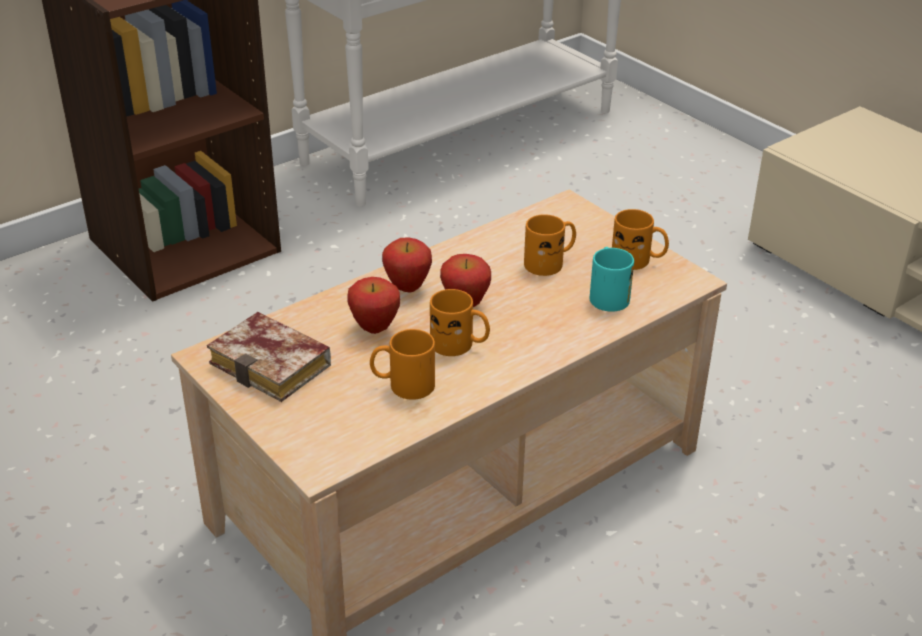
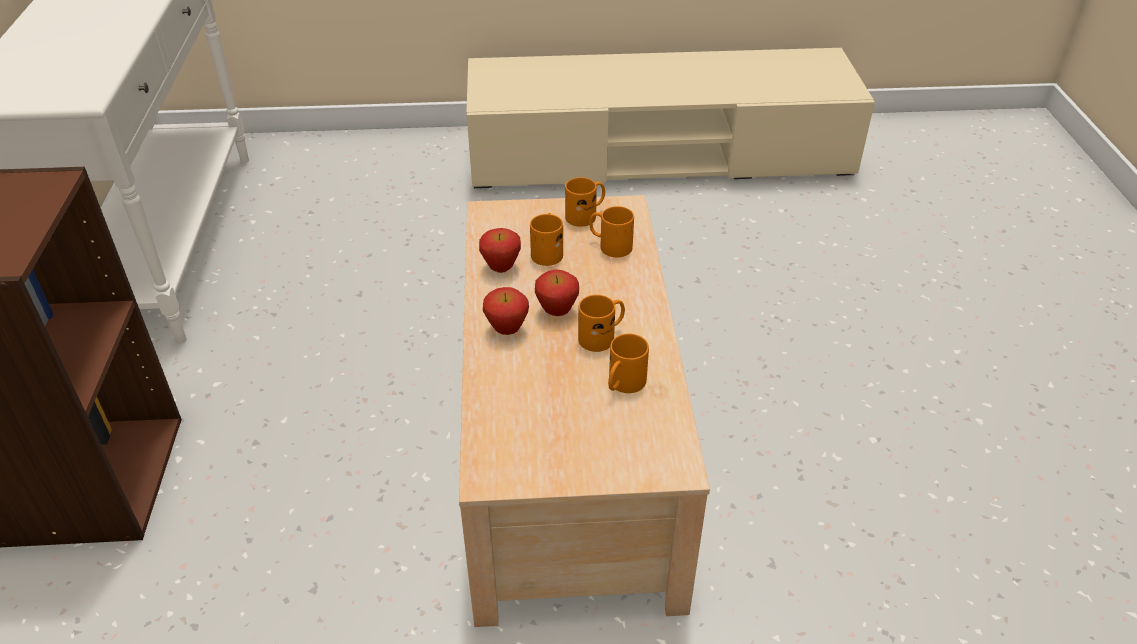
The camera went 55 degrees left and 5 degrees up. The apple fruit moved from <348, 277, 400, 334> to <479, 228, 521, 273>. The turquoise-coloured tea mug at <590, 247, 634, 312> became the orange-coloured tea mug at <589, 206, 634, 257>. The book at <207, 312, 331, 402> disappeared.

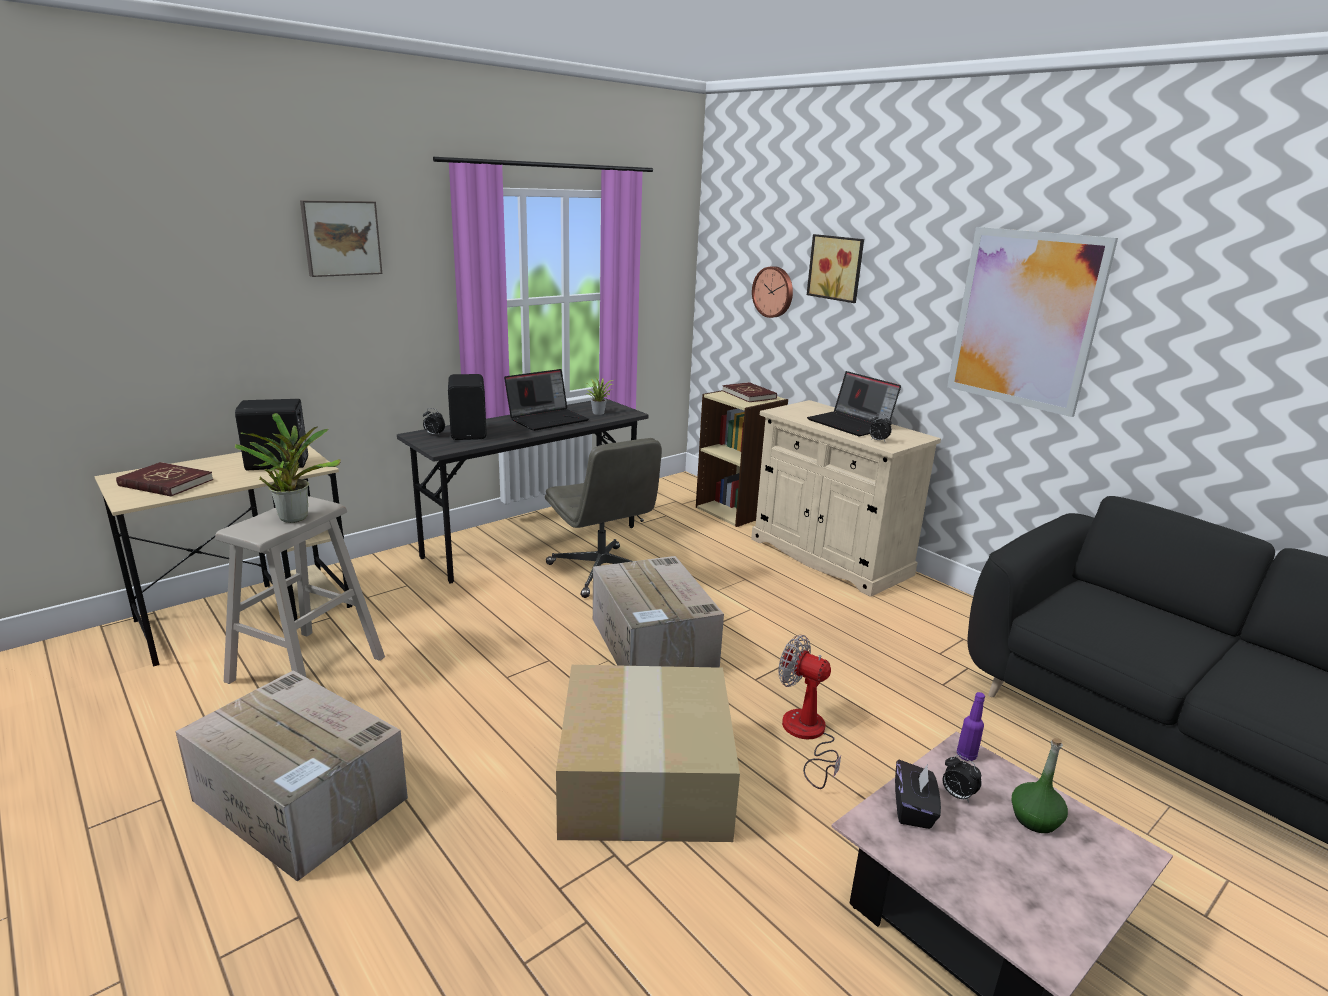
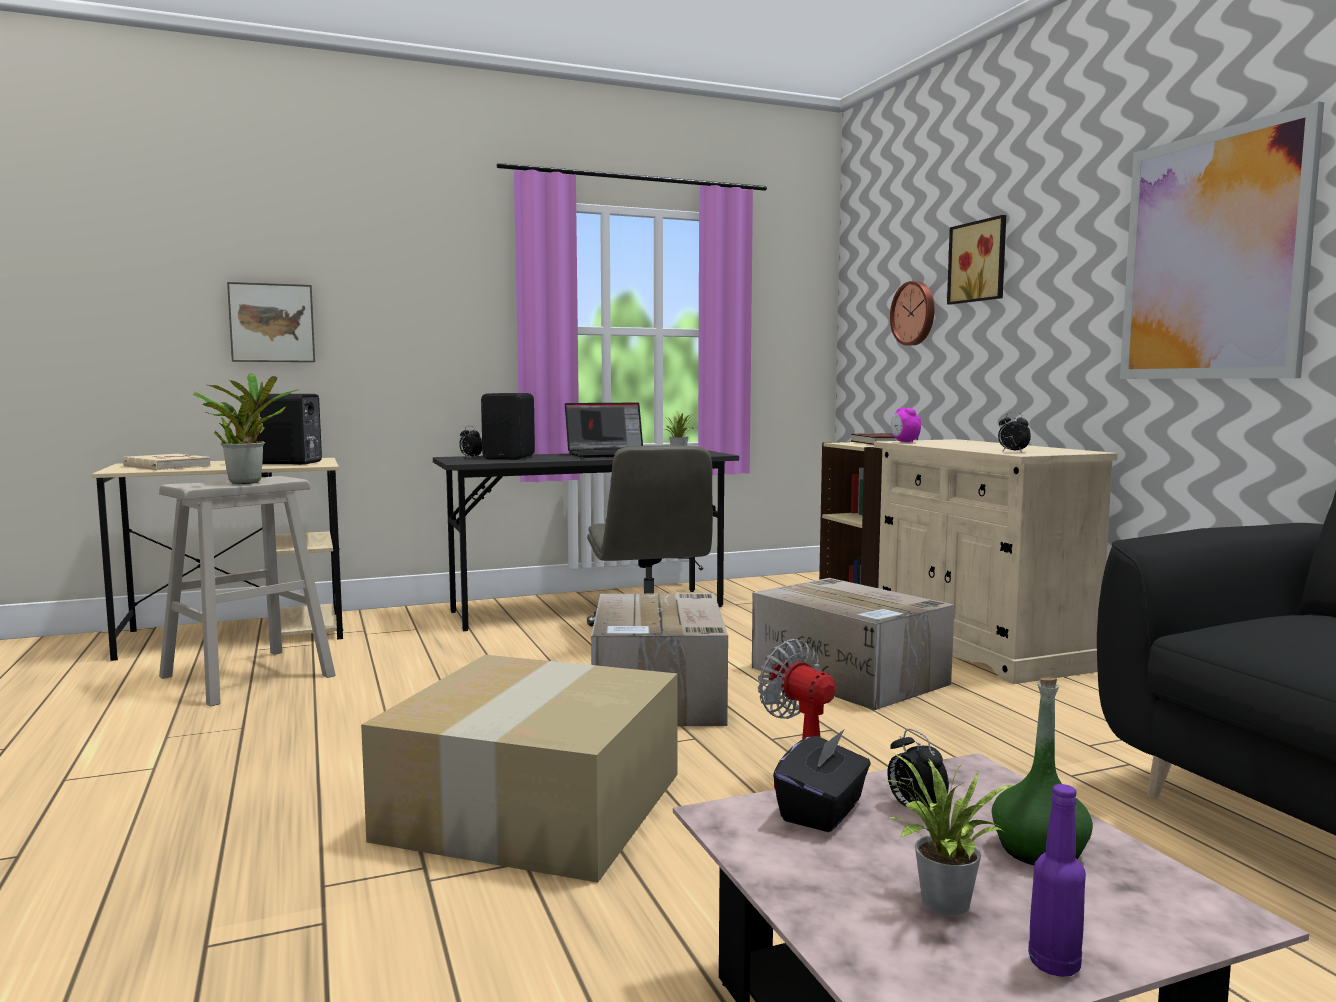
The camera went 20 degrees right and 15 degrees down. The red book at <116, 462, 213, 497> became the beige book at <123, 454, 211, 470>. The picture moved from <300, 200, 382, 277> to <227, 282, 315, 362>. The carton moved from <175, 670, 408, 882> to <752, 578, 954, 710>. The potted plant at <885, 754, 1018, 915> appeared. The alarm clock at <891, 408, 921, 442> appeared. The purple-coloured beverage bottle moved from <957, 692, 985, 761> to <1028, 784, 1086, 977>. The notebook computer at <807, 371, 901, 436> disappeared.

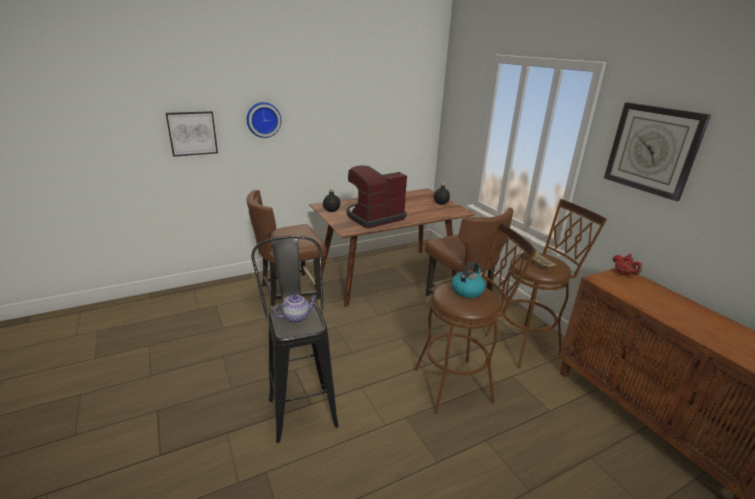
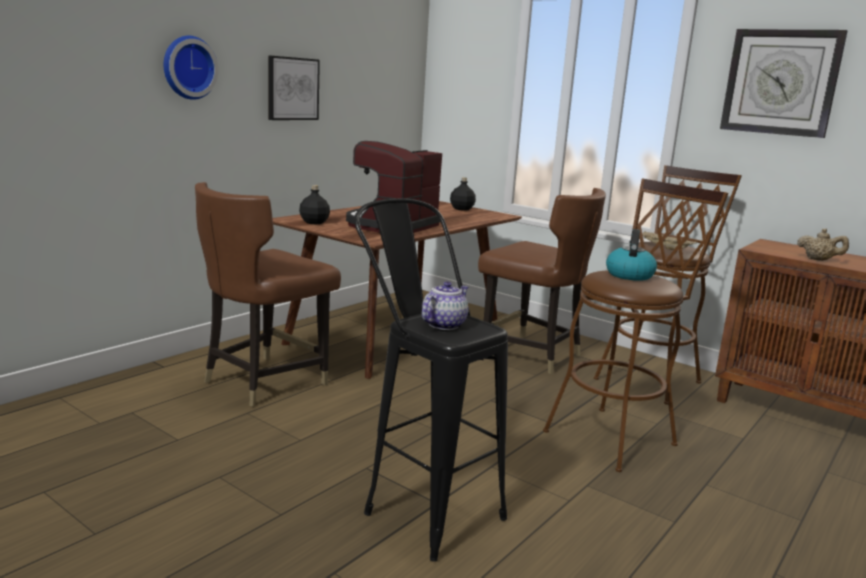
The camera went 25 degrees left and 10 degrees down. The picture moved from <166, 111, 218, 157> to <268, 55, 320, 120>. The beige tea pot at <797, 229, 849, 261> appeared. The red tea pot at <613, 254, 642, 275> disappeared.

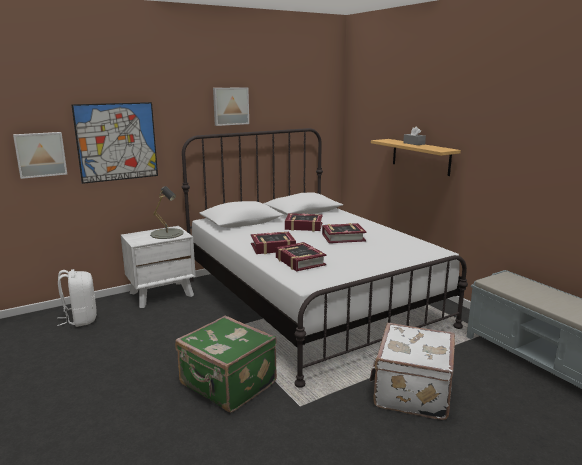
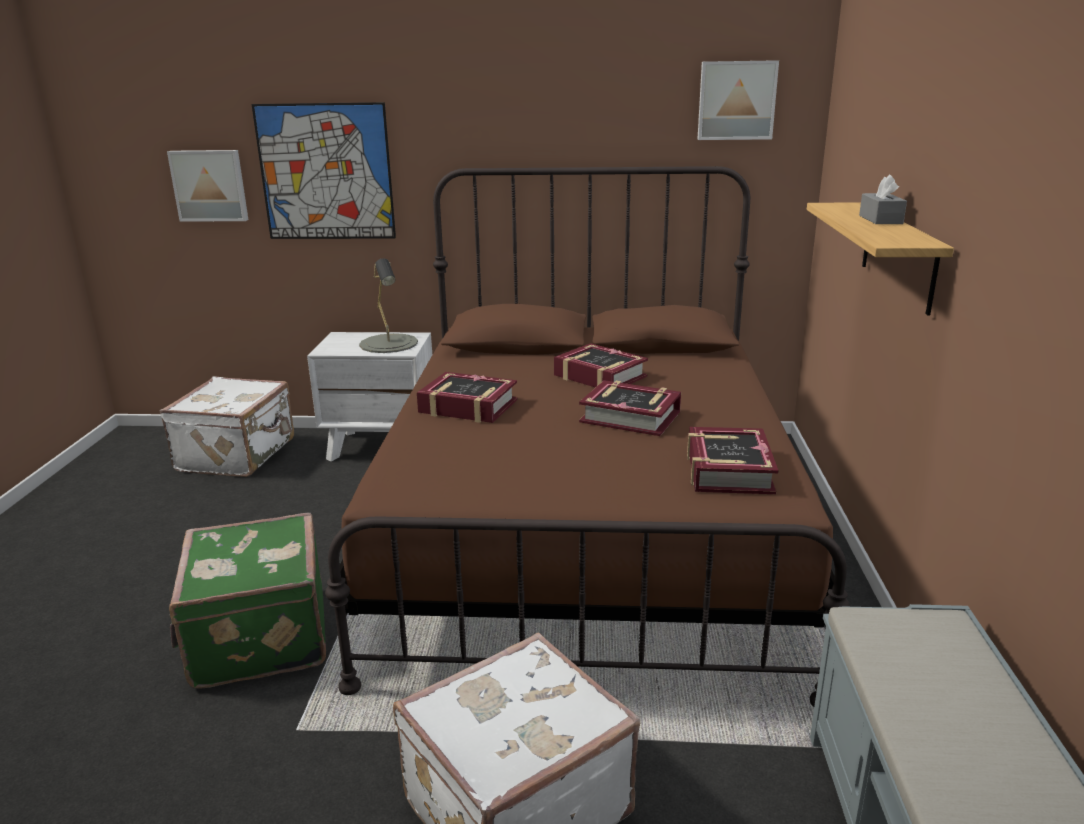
The camera went 35 degrees right and 5 degrees up. The white-coloured knapsack at <57, 269, 97, 327> was replaced by the white-coloured travel case at <160, 376, 294, 477>. The white-coloured sleeping bed at <182, 128, 468, 388> became the brown sleeping bed at <325, 166, 850, 707>. The book moved from <276, 242, 326, 271> to <687, 427, 778, 494>. The picture moved from <213, 87, 249, 126> to <698, 60, 779, 140>.

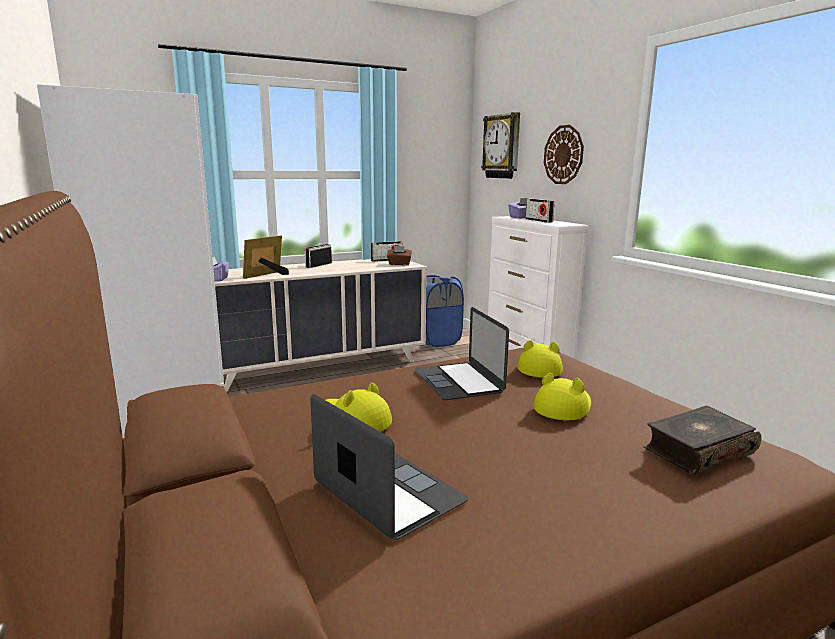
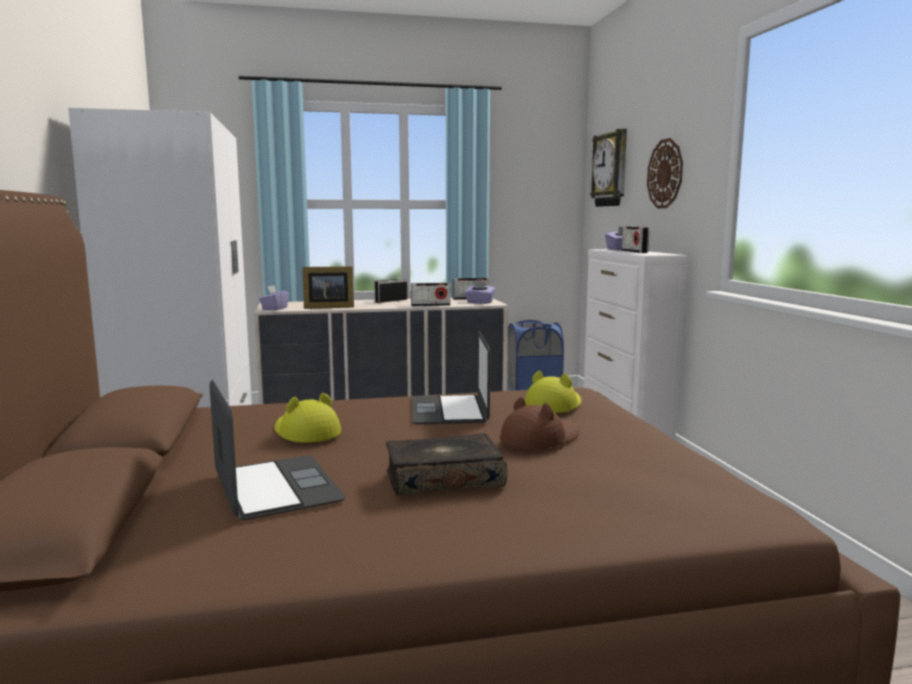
The camera went 15 degrees right and 5 degrees down. The standing frame at <243, 235, 289, 279> turned 150 degrees counterclockwise. The book moved from <644, 406, 761, 475> to <386, 433, 507, 495>. The radio set at <411, 283, 450, 306> appeared. The brown box of tissues at <387, 246, 412, 265> became the purple-coloured box of tissues at <465, 281, 495, 304>. The yellowish wearable hat at <533, 373, 591, 420> became the brown wearable hat at <500, 397, 579, 450>.

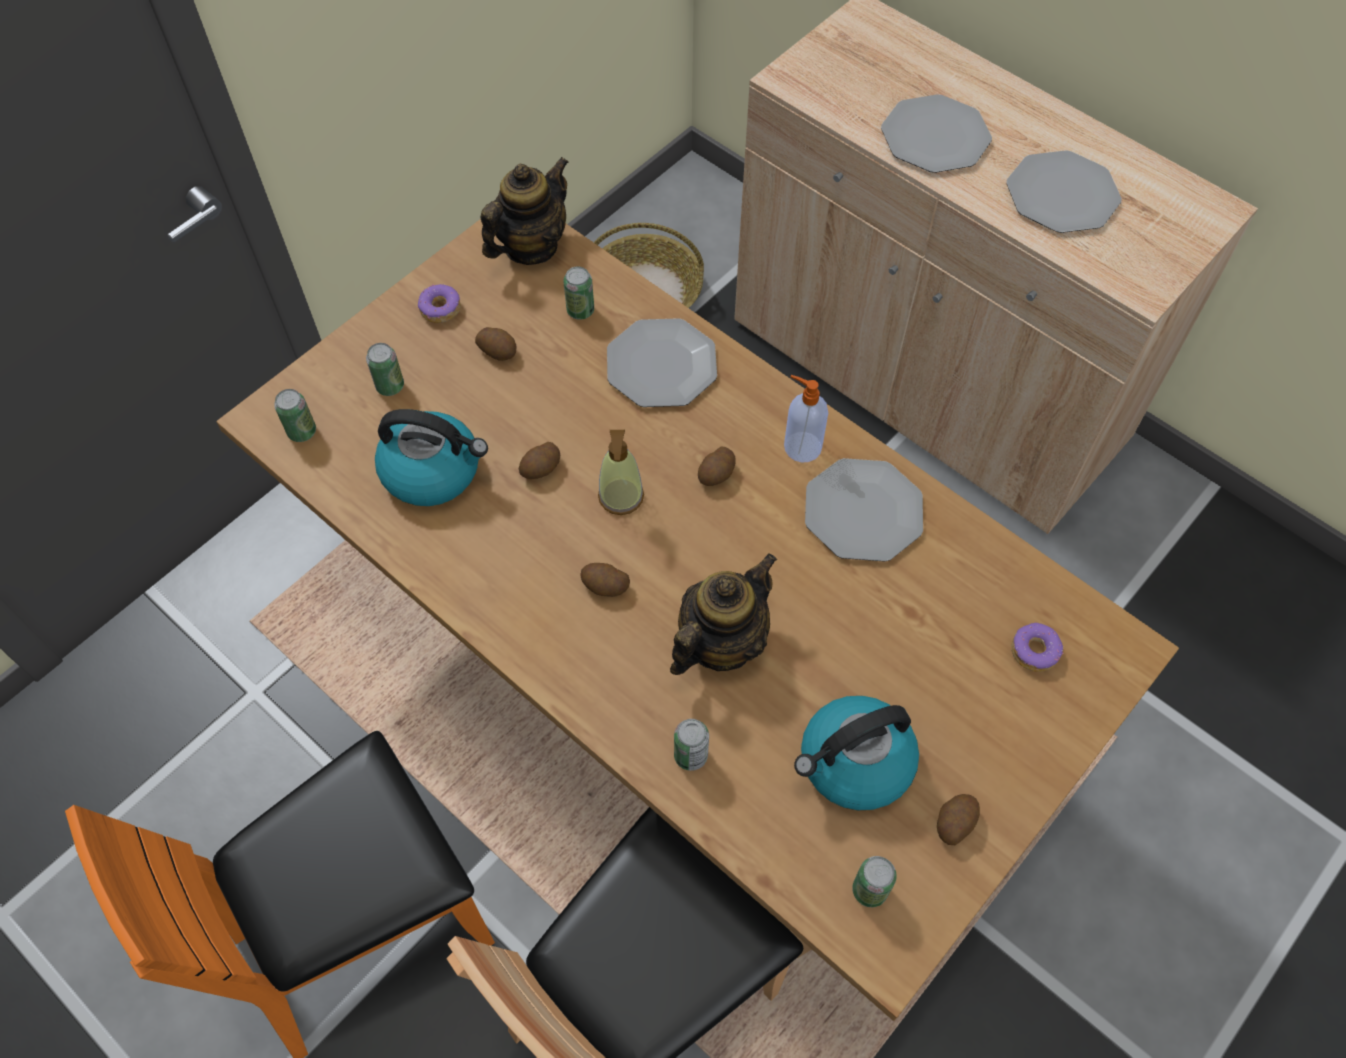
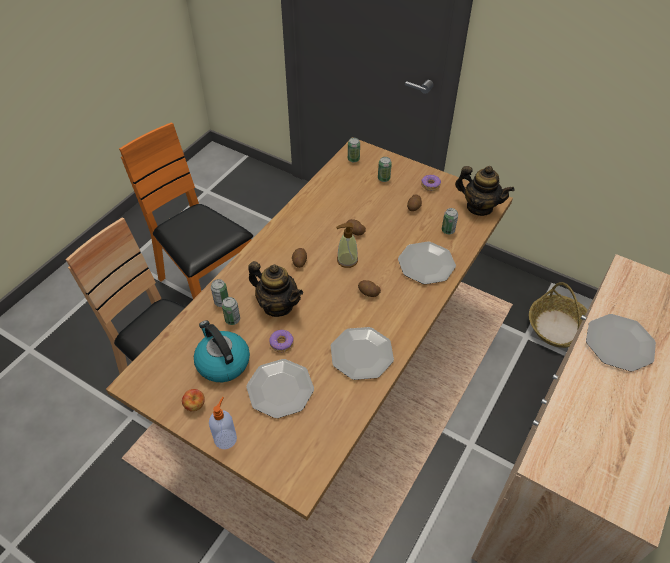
The camera went 80 degrees right and 10 degrees down. The potato at <937, 794, 980, 845> was replaced by the apple fruit at <182, 389, 205, 411>. The soap bottle moved from <784, 375, 828, 463> to <209, 397, 237, 449>. The can moved from <852, 856, 897, 907> to <222, 297, 240, 325>. The dinner plate moved from <1006, 150, 1122, 233> to <246, 359, 314, 418>. The ring doughnut moved from <1011, 623, 1063, 672> to <269, 330, 294, 353>. The tea kettle at <375, 409, 488, 506> disappeared.

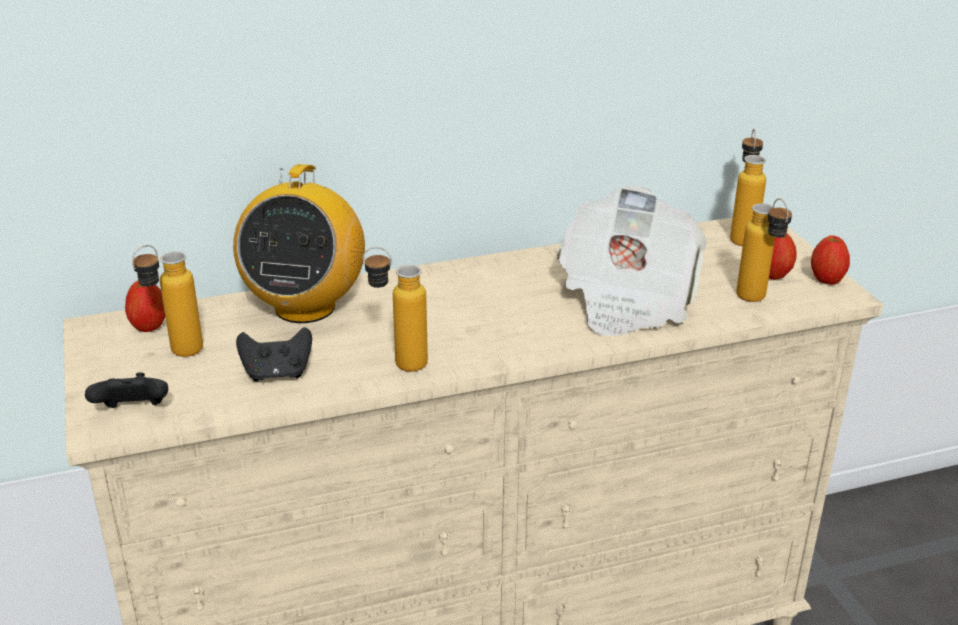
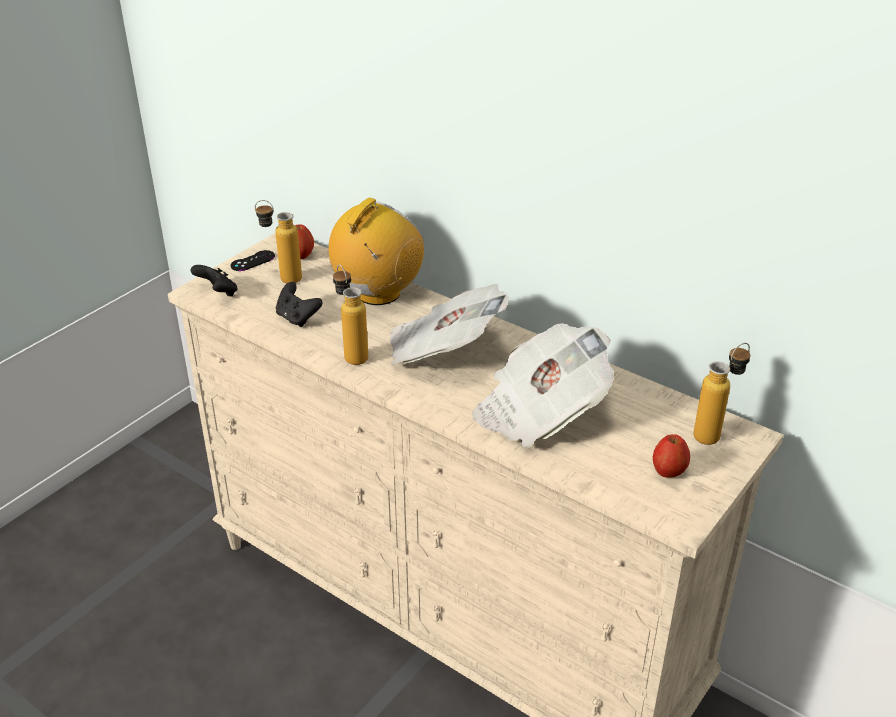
The camera went 55 degrees right and 5 degrees up. The black joypad at <231, 250, 275, 271> appeared. The radio set at <233, 164, 365, 323> turned 150 degrees clockwise. The daily paper at <390, 284, 509, 365> appeared. The beverage bottle at <736, 198, 792, 302> disappeared. The apple fruit at <811, 235, 850, 285> disappeared.

